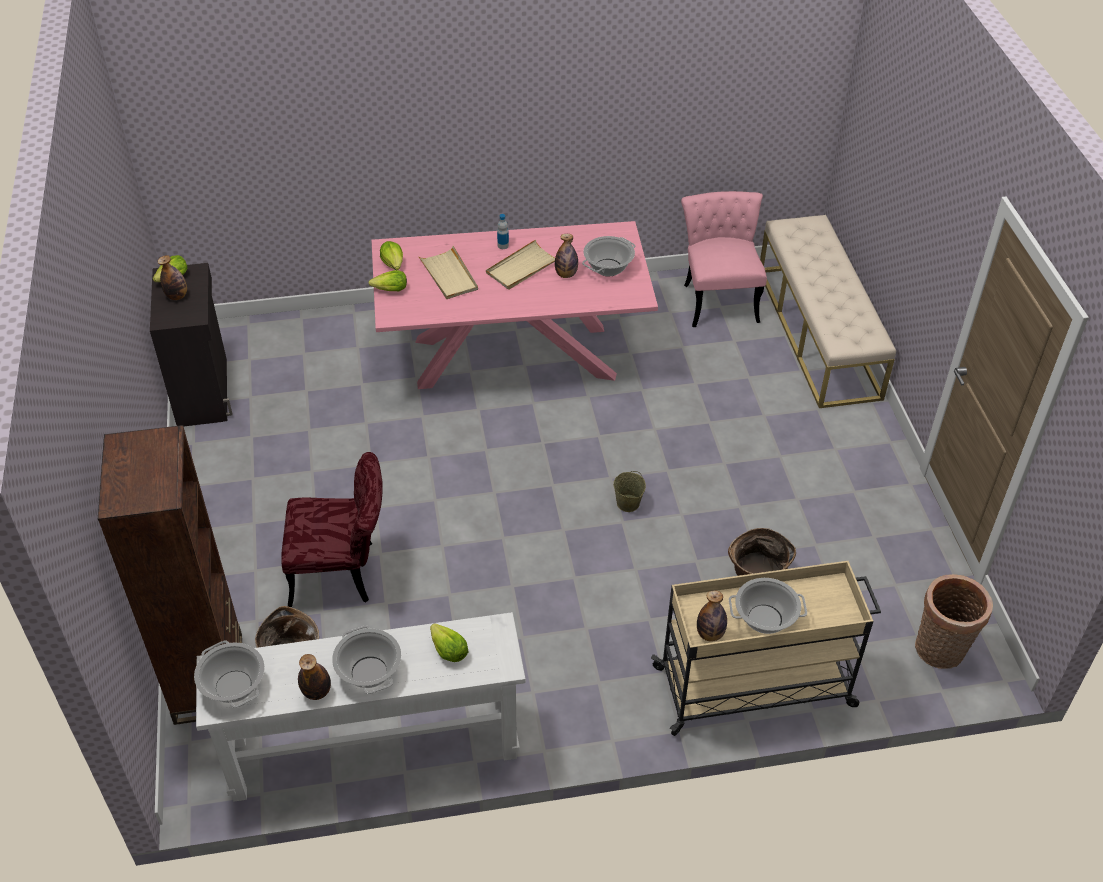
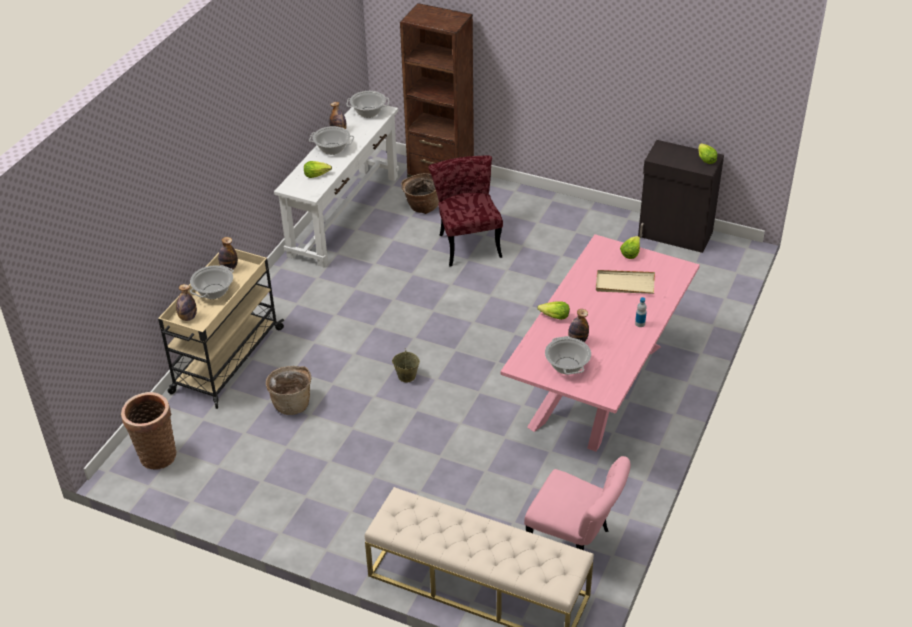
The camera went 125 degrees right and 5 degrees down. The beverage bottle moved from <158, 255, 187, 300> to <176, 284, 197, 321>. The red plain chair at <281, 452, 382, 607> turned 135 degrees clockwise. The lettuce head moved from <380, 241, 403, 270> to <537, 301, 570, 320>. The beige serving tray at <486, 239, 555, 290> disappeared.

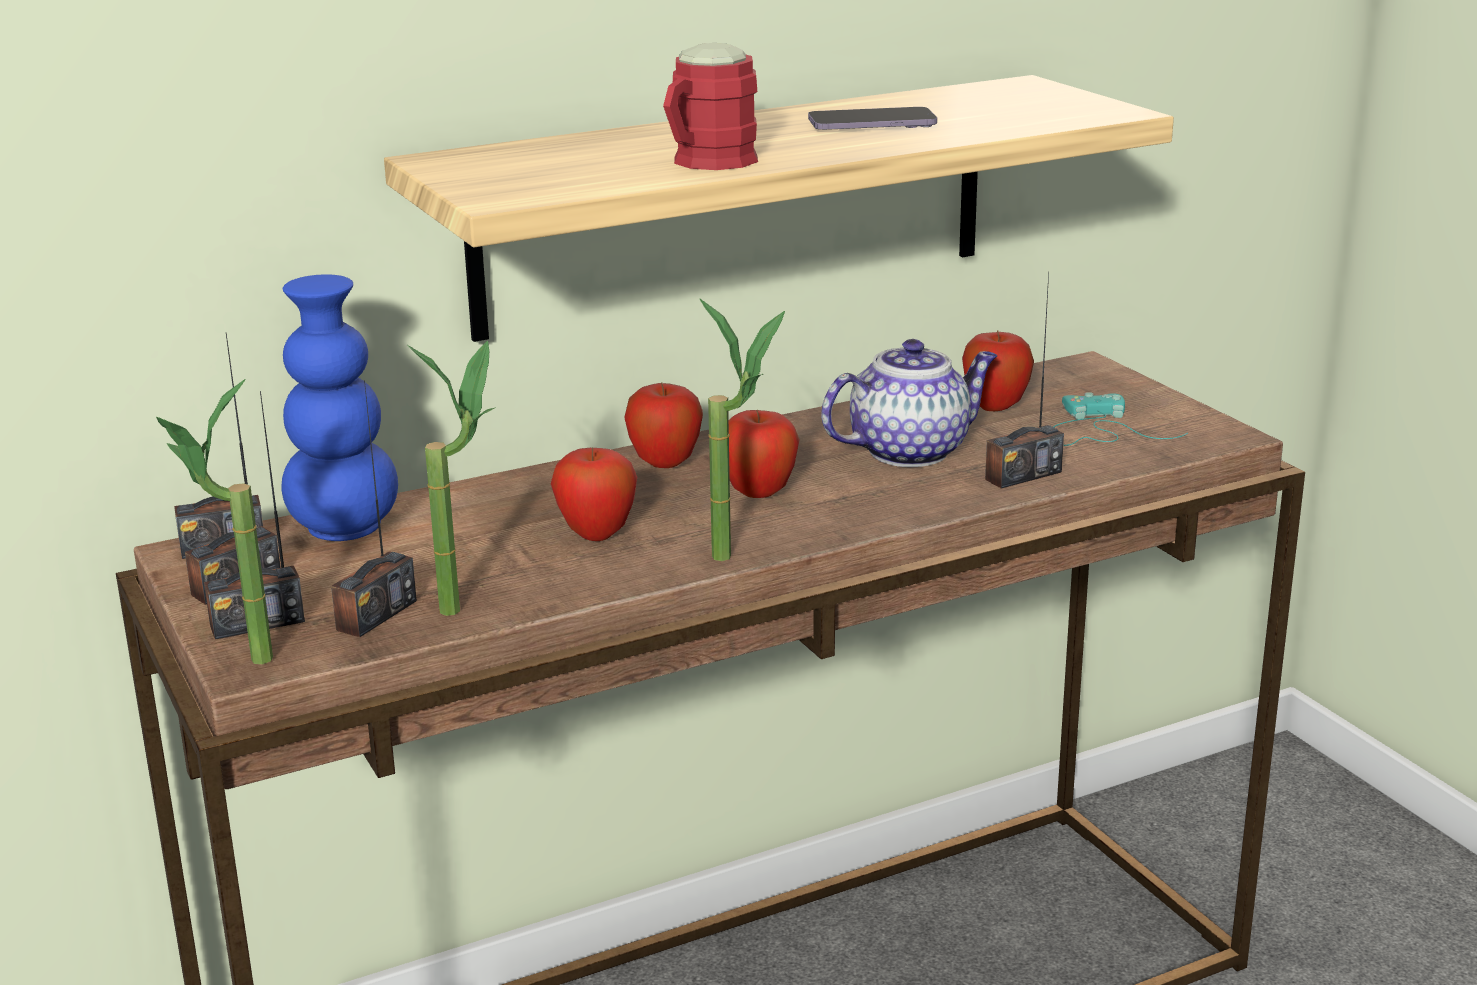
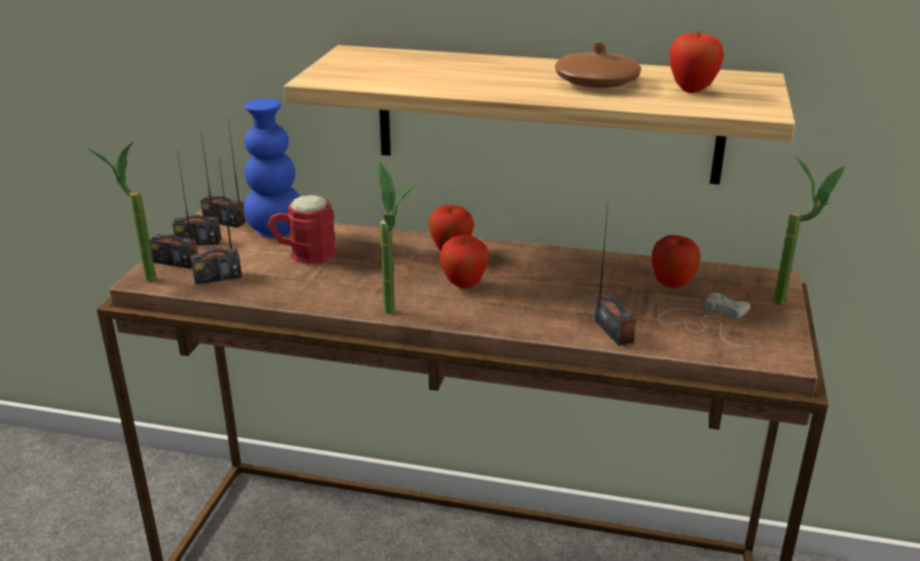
The camera went 40 degrees right and 5 degrees up. The red tea mug moved from <663, 43, 758, 170> to <268, 195, 337, 264>. The phone at <808, 107, 937, 130> was replaced by the brown decorative vase at <555, 43, 641, 88>. The radio set at <985, 272, 1064, 489> turned 120 degrees counterclockwise. The turquoise-coloured joypad at <1053, 392, 1188, 446> became the white-coloured joypad at <658, 293, 751, 347>. The apple fruit moved from <551, 447, 637, 541> to <670, 30, 724, 93>. The potted plant moved from <407, 341, 496, 616> to <773, 157, 845, 305>. The tea pot at <821, 339, 997, 467> disappeared.

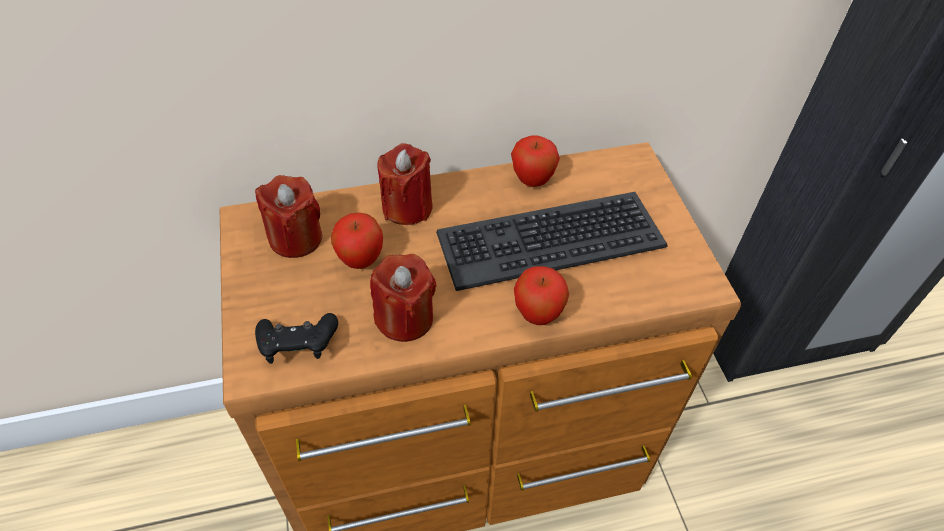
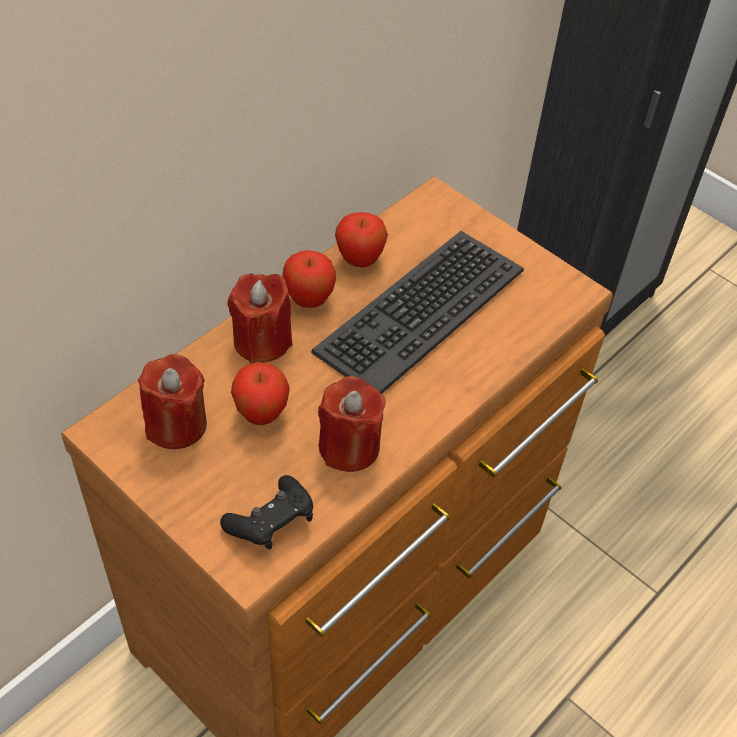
The camera went 35 degrees left and 0 degrees up. The apple fruit moved from <514, 266, 569, 325> to <283, 250, 336, 308>.

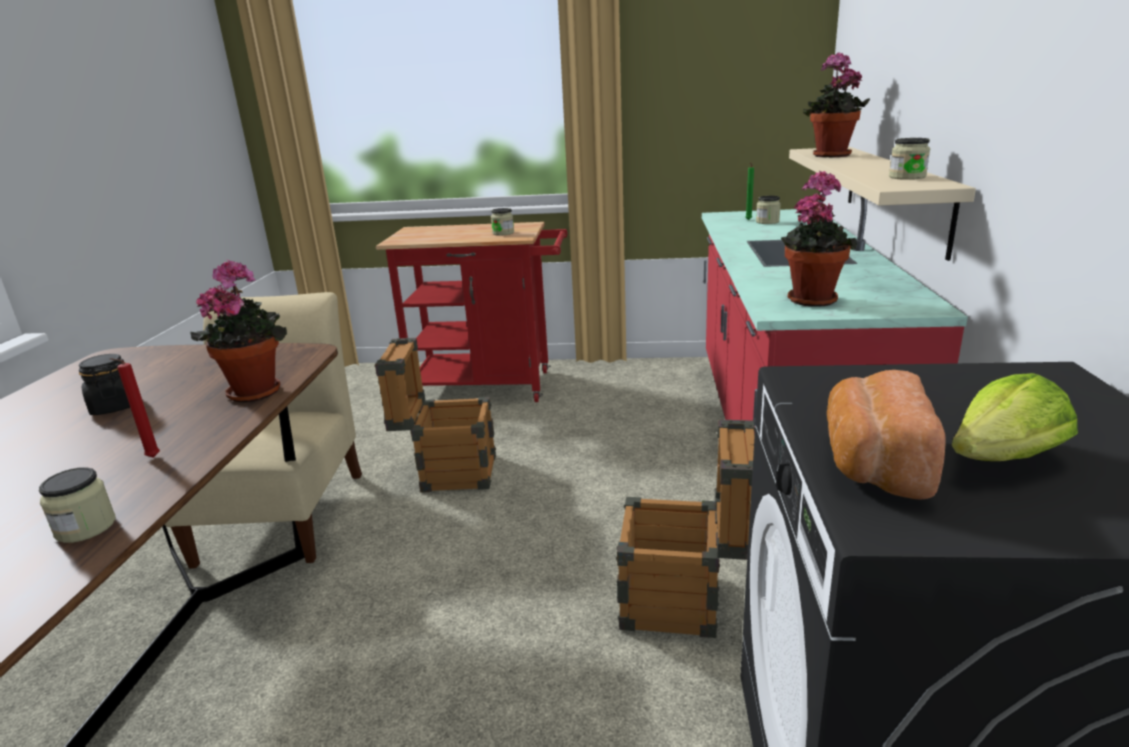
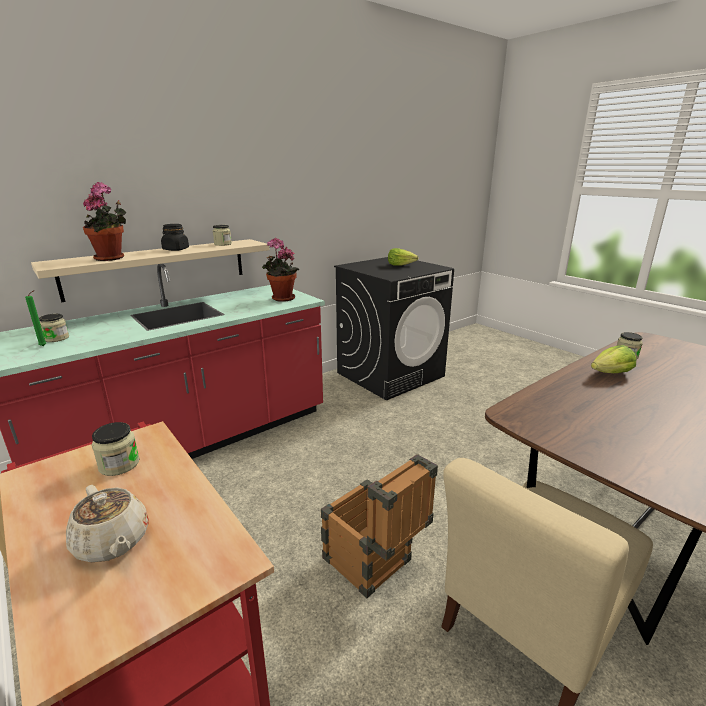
The camera went 135 degrees left and 0 degrees up. The beige tea pot at <66, 485, 149, 562> appeared. The black preserve jar moved from <79, 354, 130, 415> to <161, 224, 189, 251>. The red wax candle at <110, 358, 160, 458> was replaced by the lettuce head at <591, 345, 636, 373>. The potted plant at <190, 260, 287, 402> disappeared. The shipping crate at <616, 419, 755, 638> disappeared. The bread at <827, 370, 945, 499> disappeared.

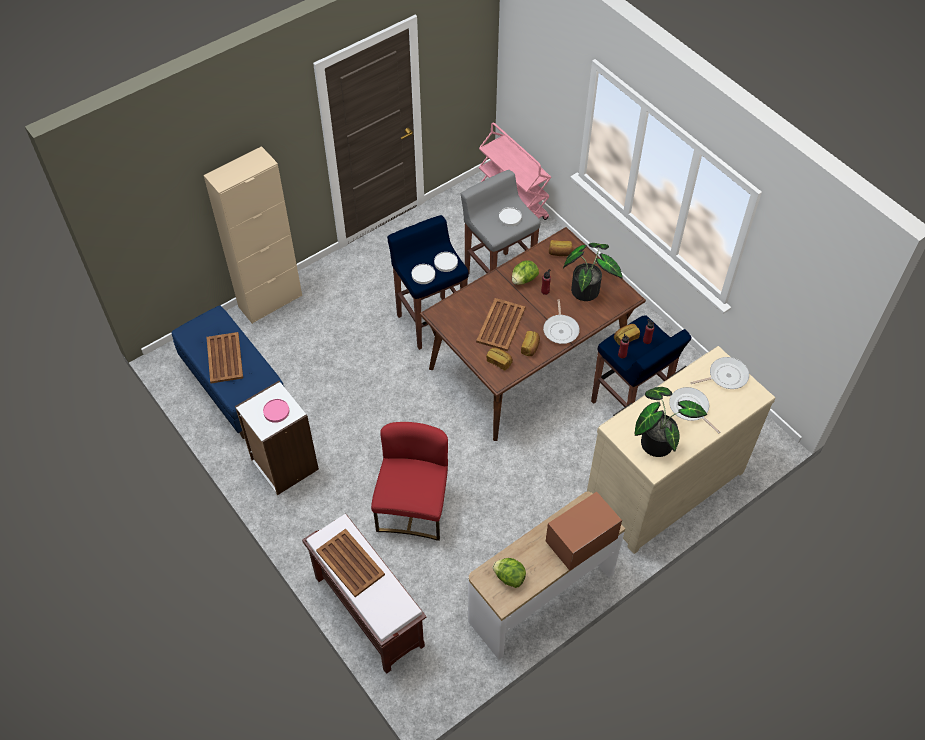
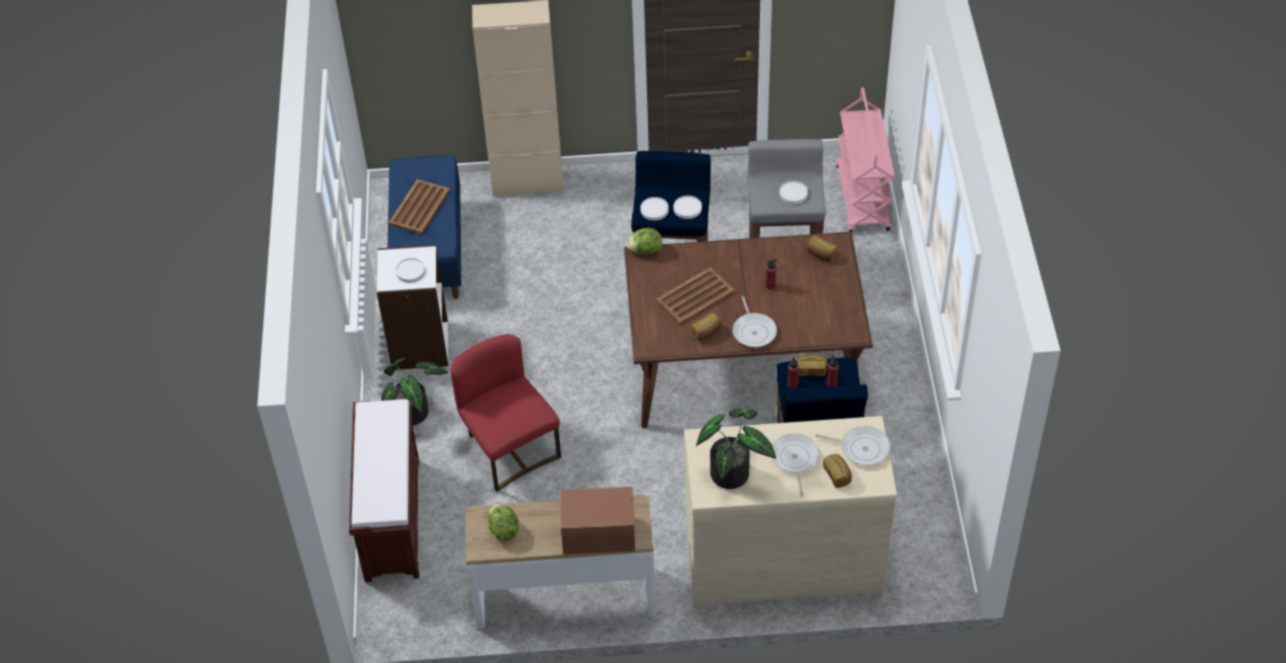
The camera went 35 degrees right and 5 degrees down. The potted plant moved from <563, 243, 623, 301> to <381, 358, 448, 425>. The pink dinner plate at <263, 399, 289, 423> became the white-coloured dinner plate at <396, 258, 425, 283>. The red plain chair at <371, 422, 448, 541> turned 75 degrees counterclockwise. The lettuce head moved from <512, 260, 539, 285> to <627, 228, 662, 254>. The skillet at <543, 299, 580, 344> turned 45 degrees counterclockwise. The bread moved from <486, 347, 513, 371> to <823, 454, 852, 488>. The brown serving tray at <316, 529, 385, 597> disappeared.

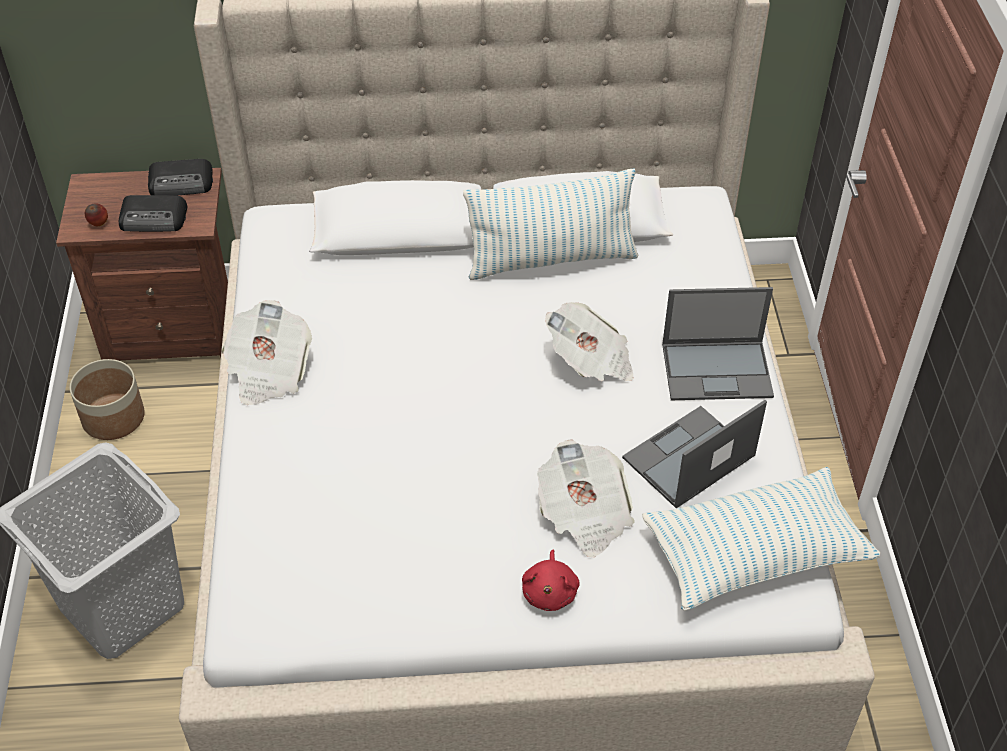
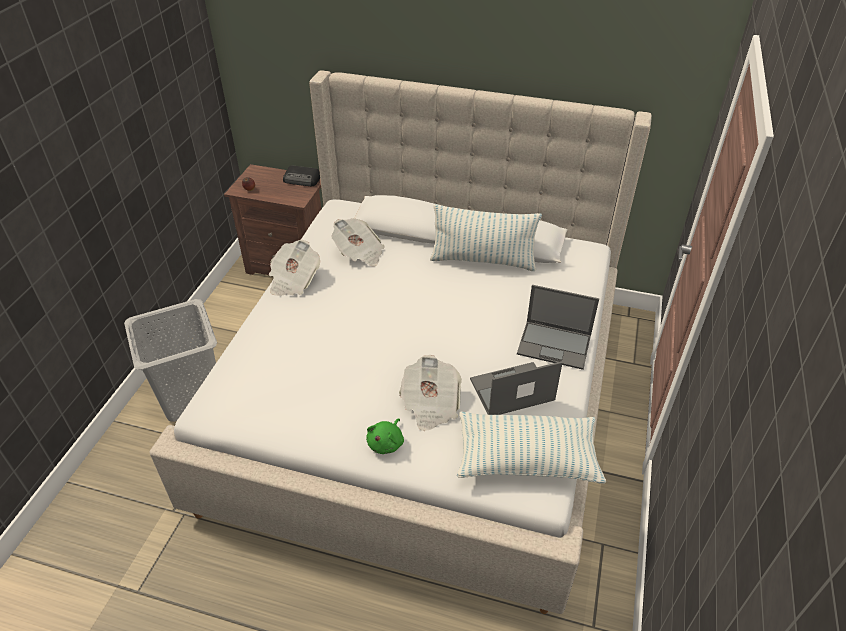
The camera went 20 degrees right and 5 degrees down. The daily paper moved from <545, 302, 634, 381> to <331, 218, 385, 267>. The red cuddly toy at <522, 550, 580, 611> became the greenish cuddly toy at <366, 418, 404, 454>. The plant pot at <70, 359, 145, 440> disappeared. The radio set at <119, 195, 188, 232> disappeared.

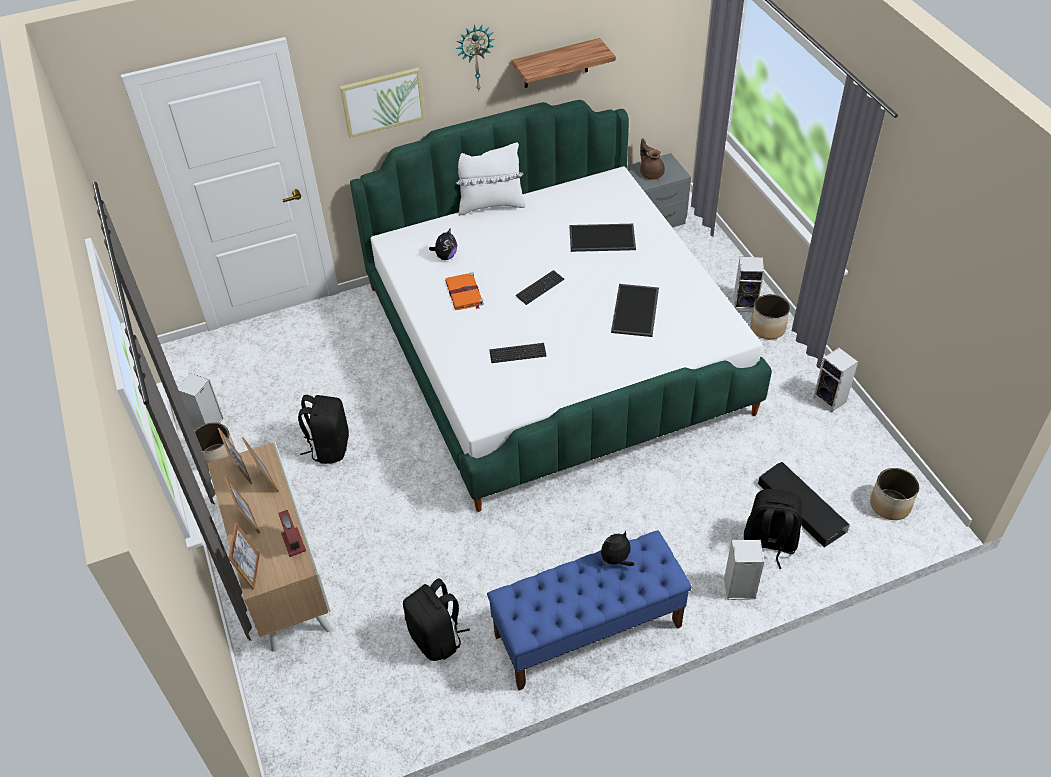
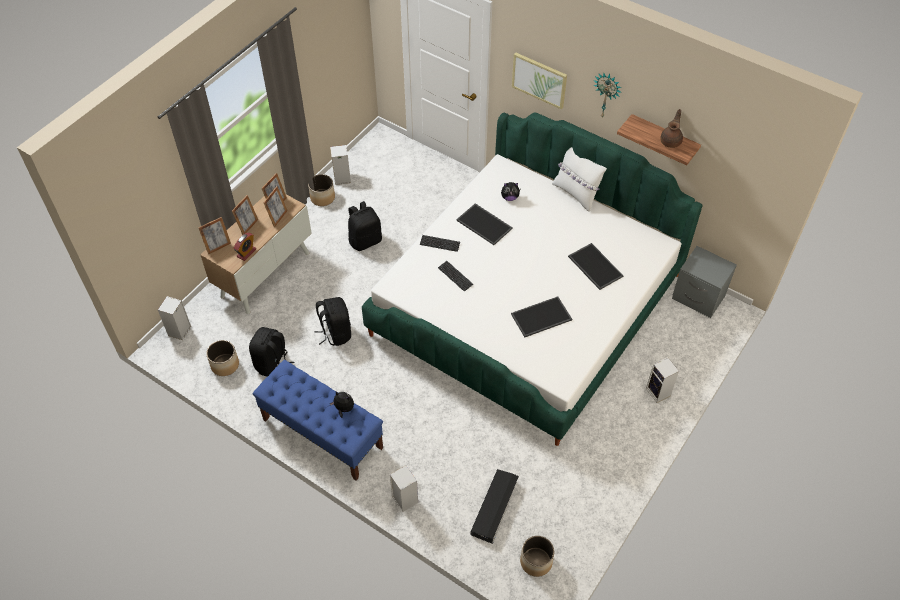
The camera went 55 degrees right and 5 degrees up. The audio speaker moved from <813, 348, 858, 412> to <158, 296, 191, 340>. The plant pot moved from <750, 294, 790, 339> to <206, 340, 239, 376>. The black knapsack moved from <744, 489, 802, 569> to <315, 297, 351, 346>. The keyboard moved from <515, 270, 564, 305> to <420, 235, 460, 252>. The orange-coloured book at <445, 272, 484, 310> was replaced by the serving tray at <456, 203, 513, 245>. The brown tea pot moved from <640, 139, 665, 179> to <660, 109, 683, 148>.

